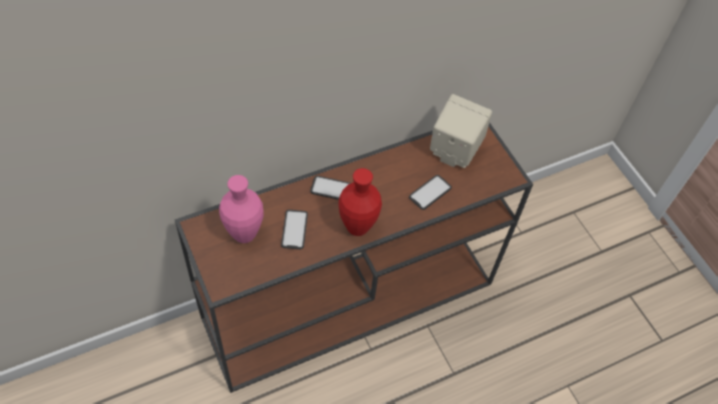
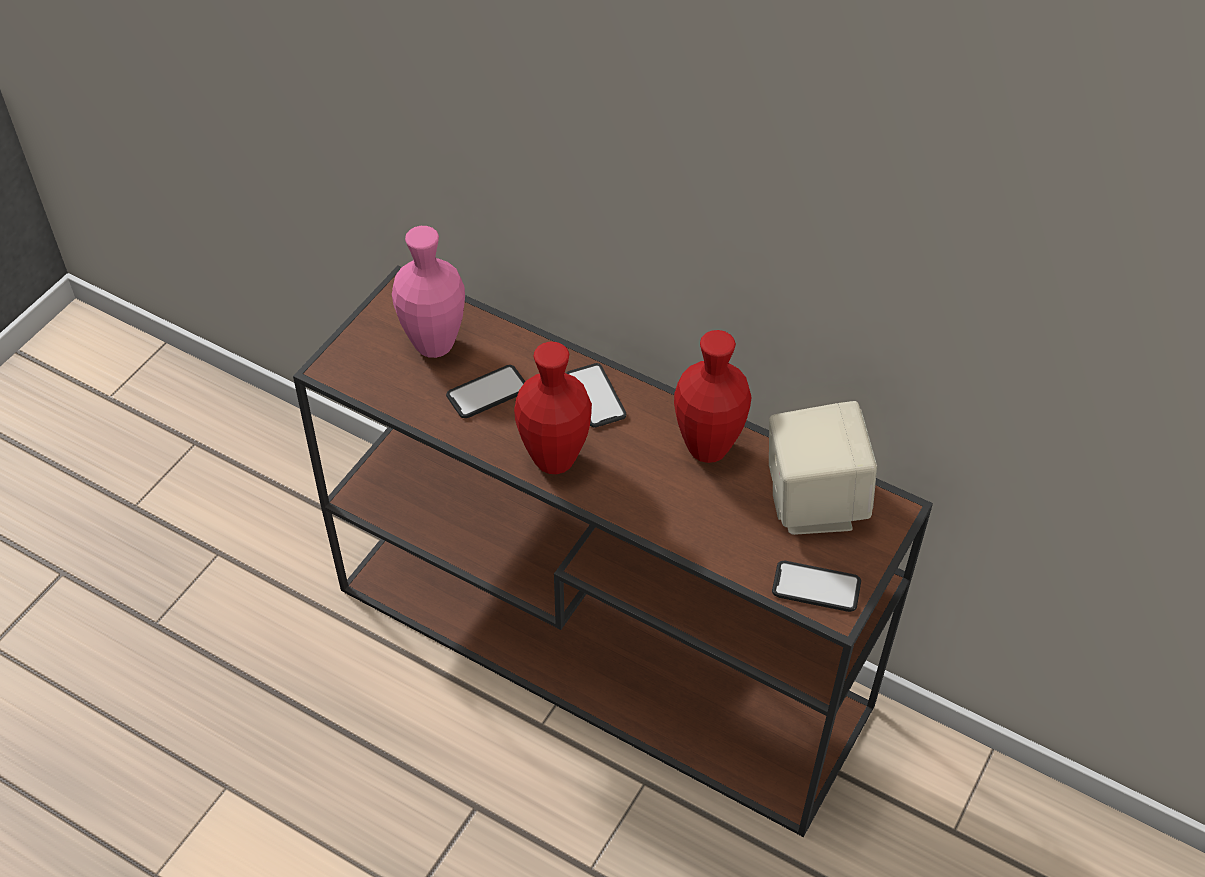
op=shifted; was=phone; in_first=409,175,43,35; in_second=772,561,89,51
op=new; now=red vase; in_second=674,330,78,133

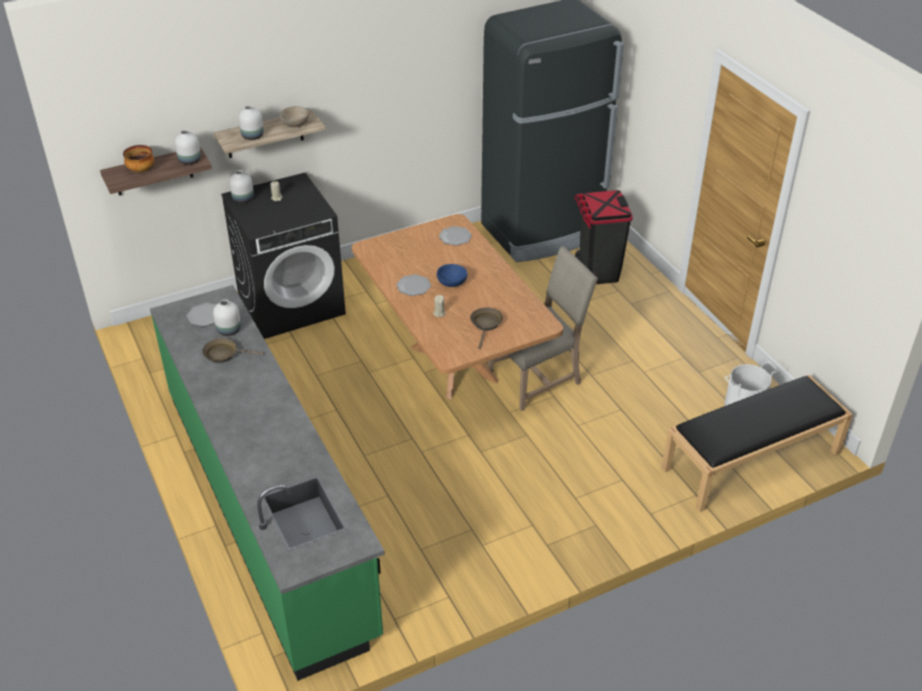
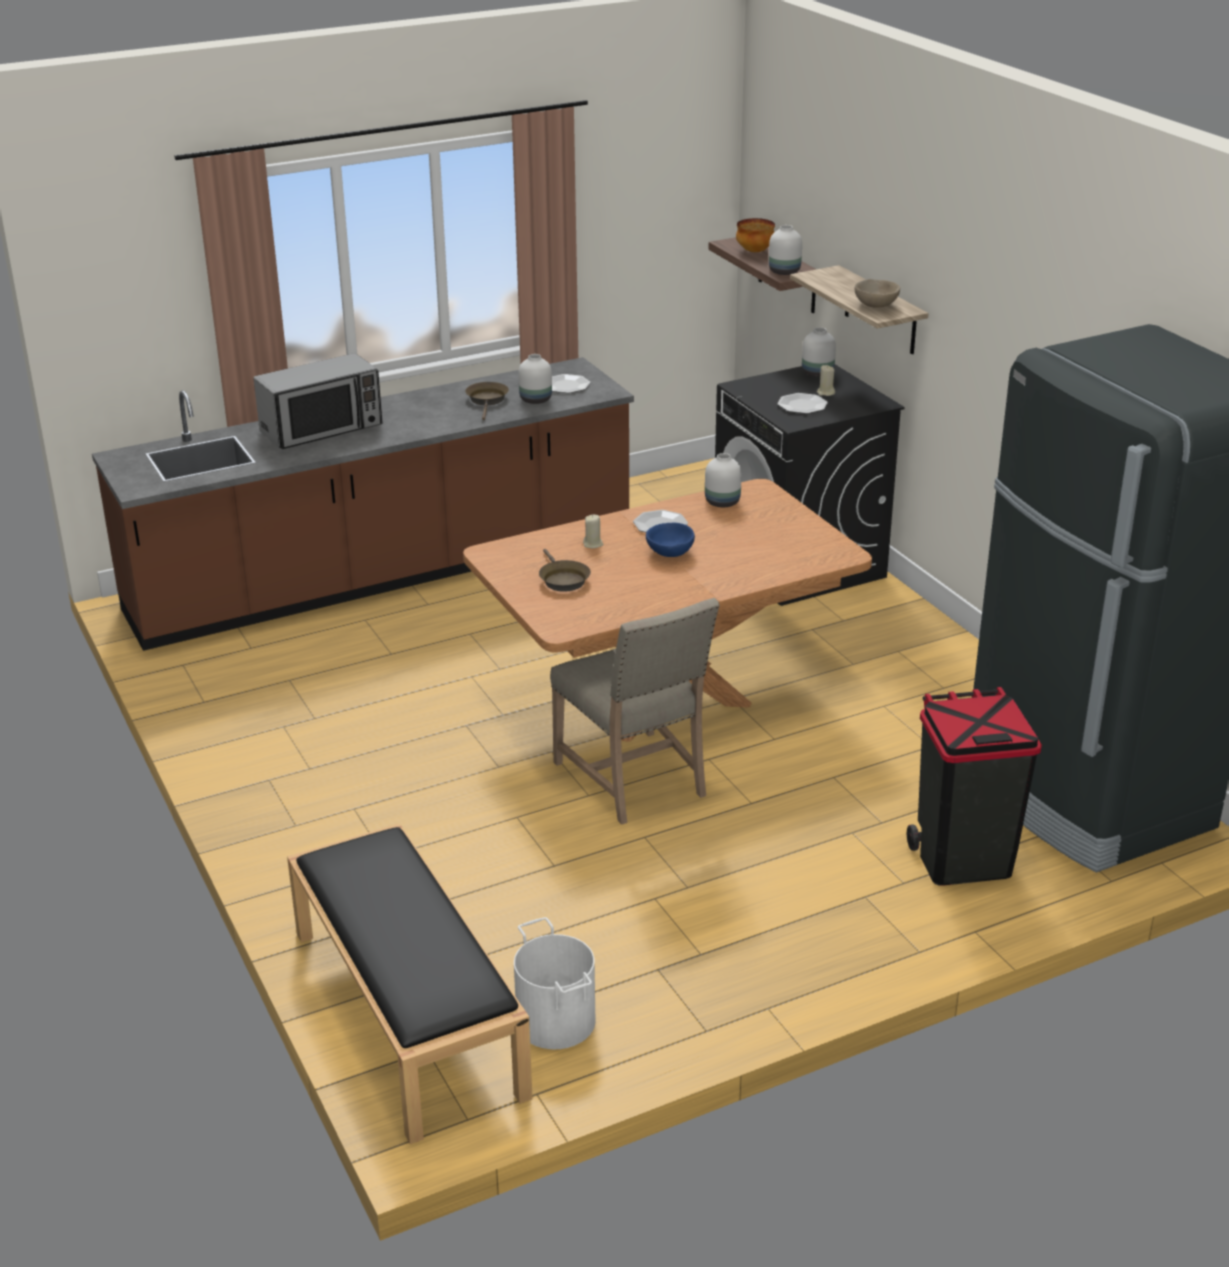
op=shifted; was=white vase; in_first=239,105,25,35; in_second=705,453,37,54
op=shifted; was=dinner plate; in_first=439,226,33,20; in_second=777,393,51,21
op=repainted; was=green counter; now=brown counter; in_first=150,285,235,396; in_second=92,357,542,294
op=rotated; was=brown pan; in_first=470,307,33,42; in_second=539,549,52,43; clockwise=60
op=new; now=microwave; in_second=253,353,130,96

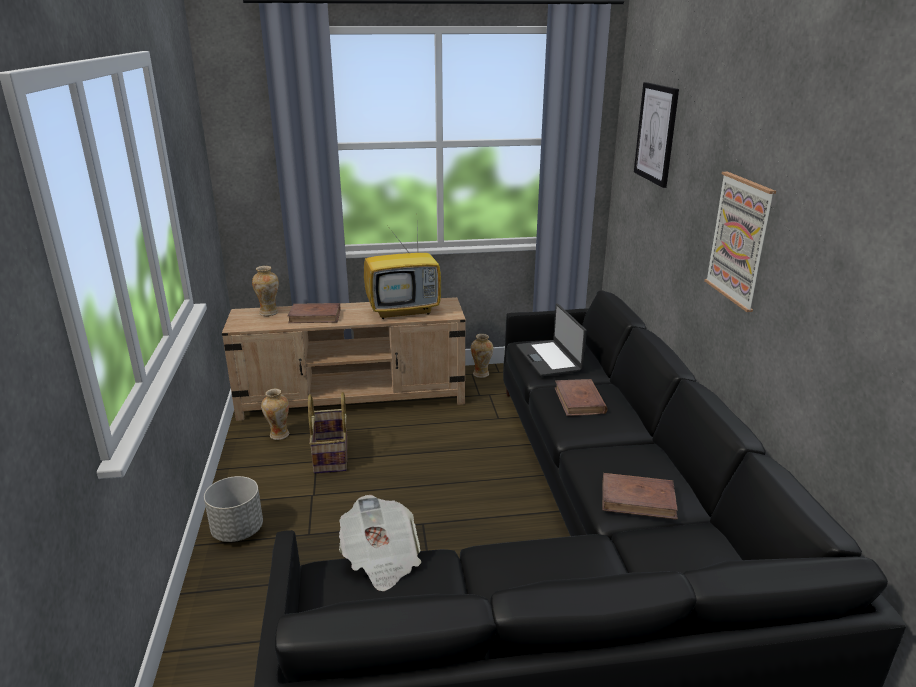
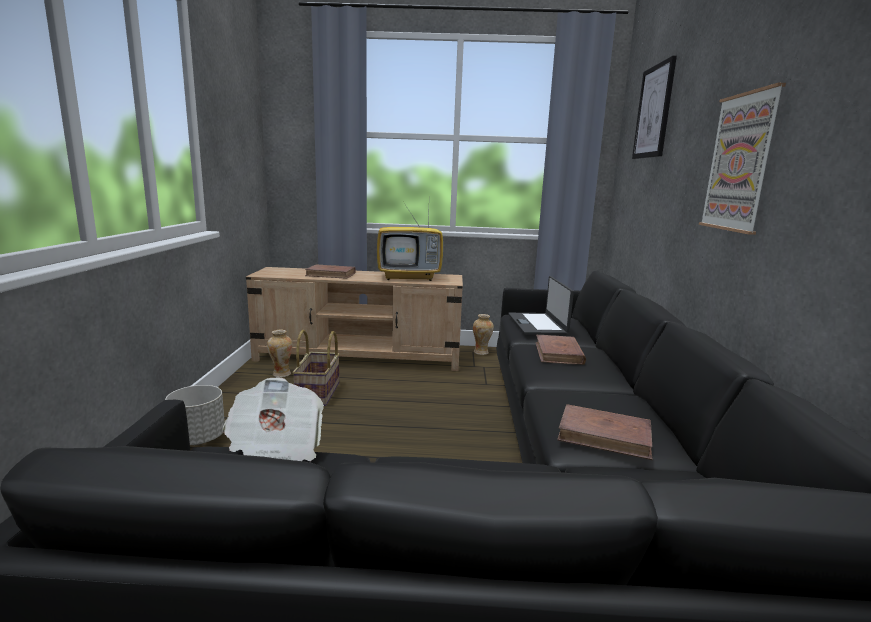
op=gone; was=vase; in_first=252,266,27,50

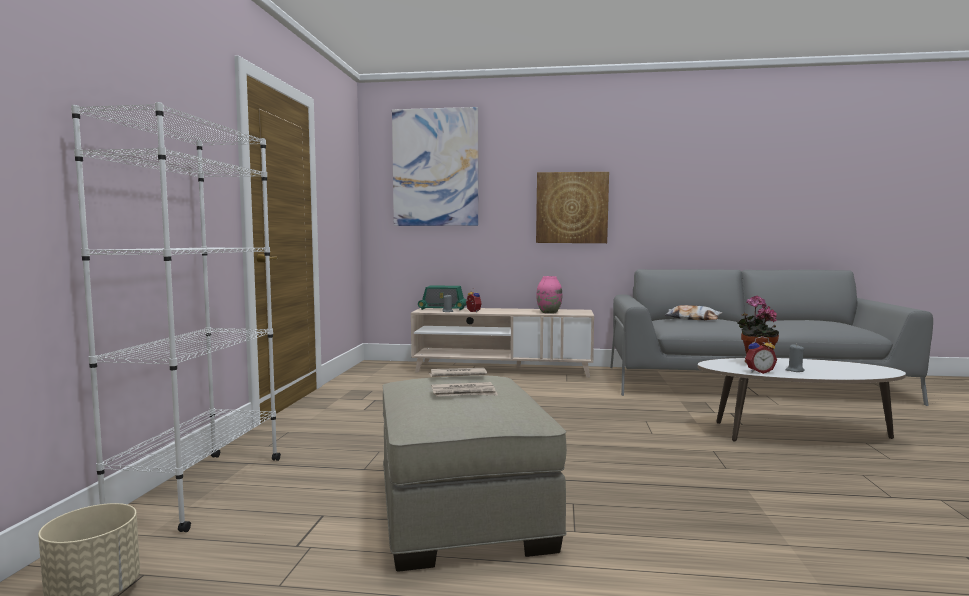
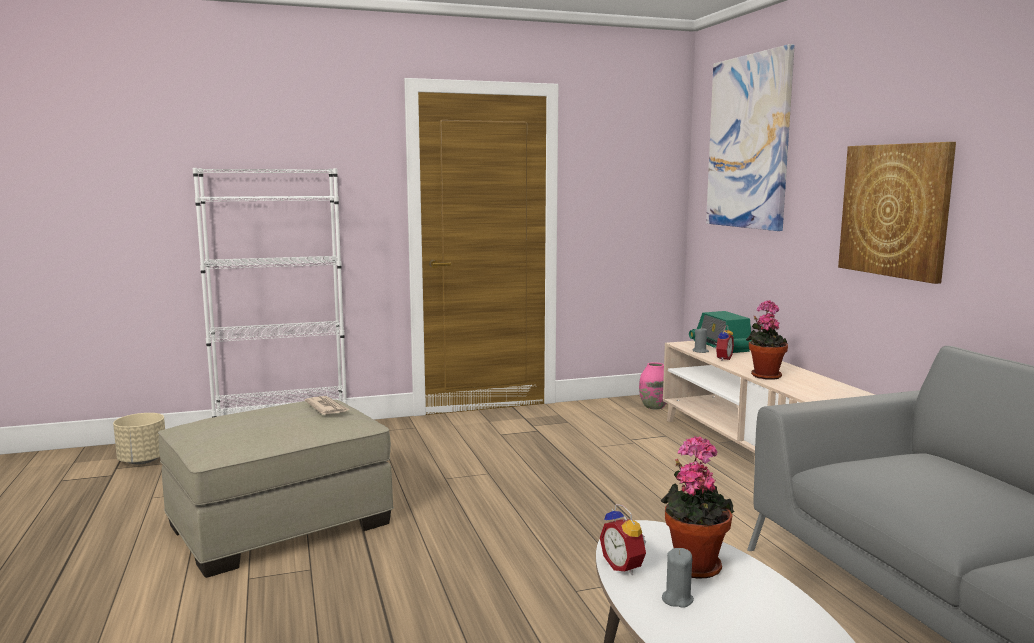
op=shifted; was=pinkish vase; in_first=536,276,26,38; in_second=639,362,27,48
op=gone; was=pillow; in_first=664,305,58,15
op=gone; was=newspaper; in_first=431,382,67,14
op=new; now=houseplant; in_second=746,300,42,80

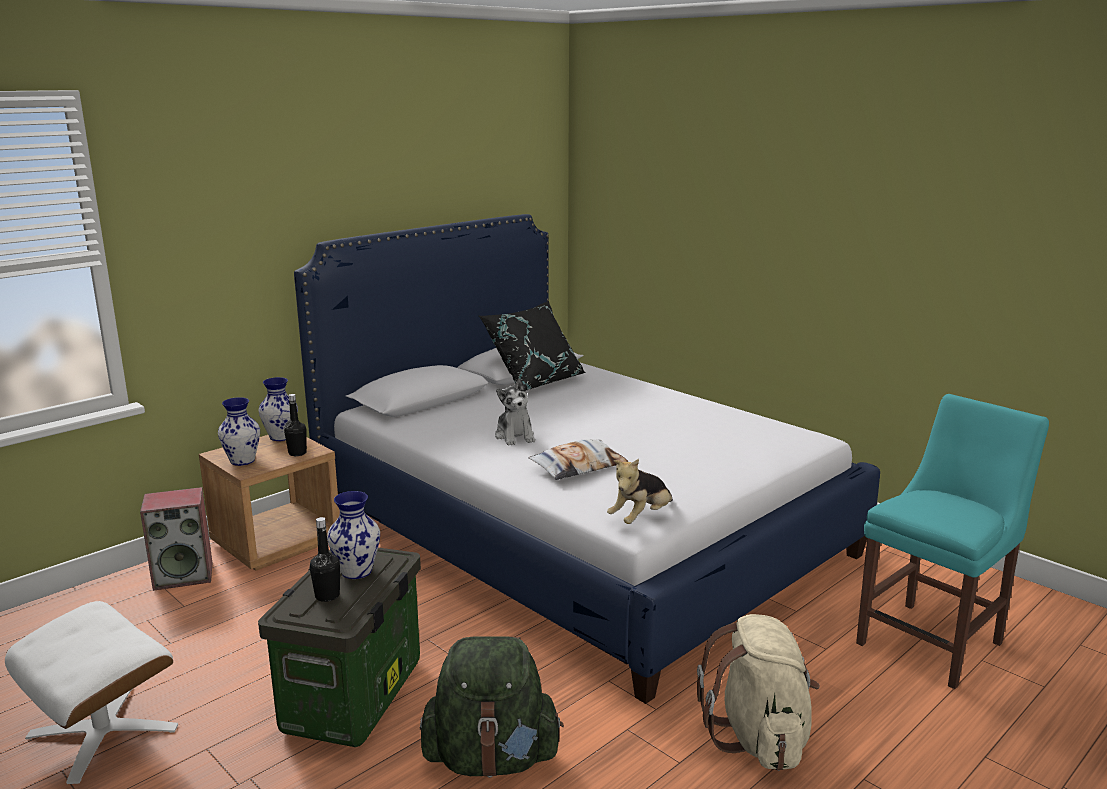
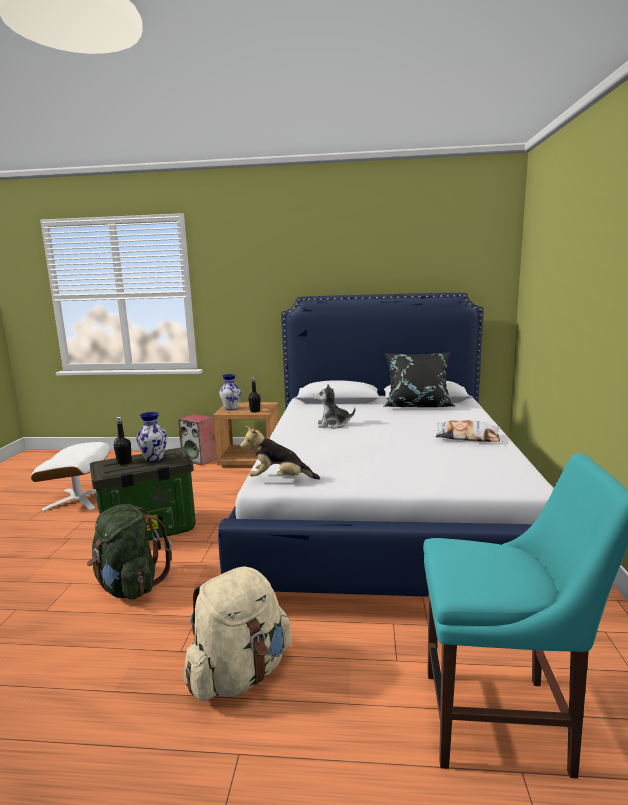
op=gone; was=vase; in_first=258,377,40,64
op=rotated; was=plush toy; in_first=495,378,40,68; in_second=314,384,41,45; clockwise=60
op=shifted; was=pillow; in_first=528,439,100,41; in_second=435,420,65,22

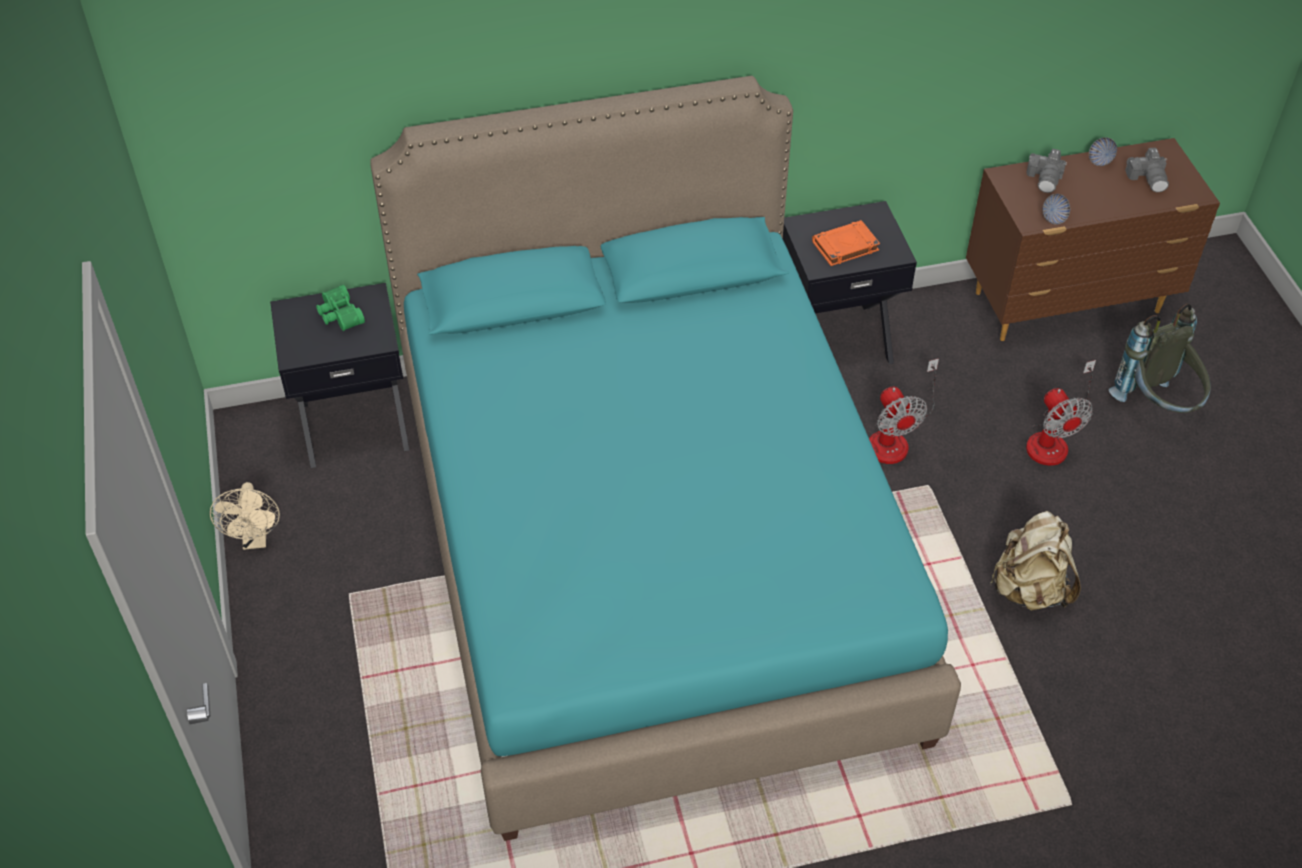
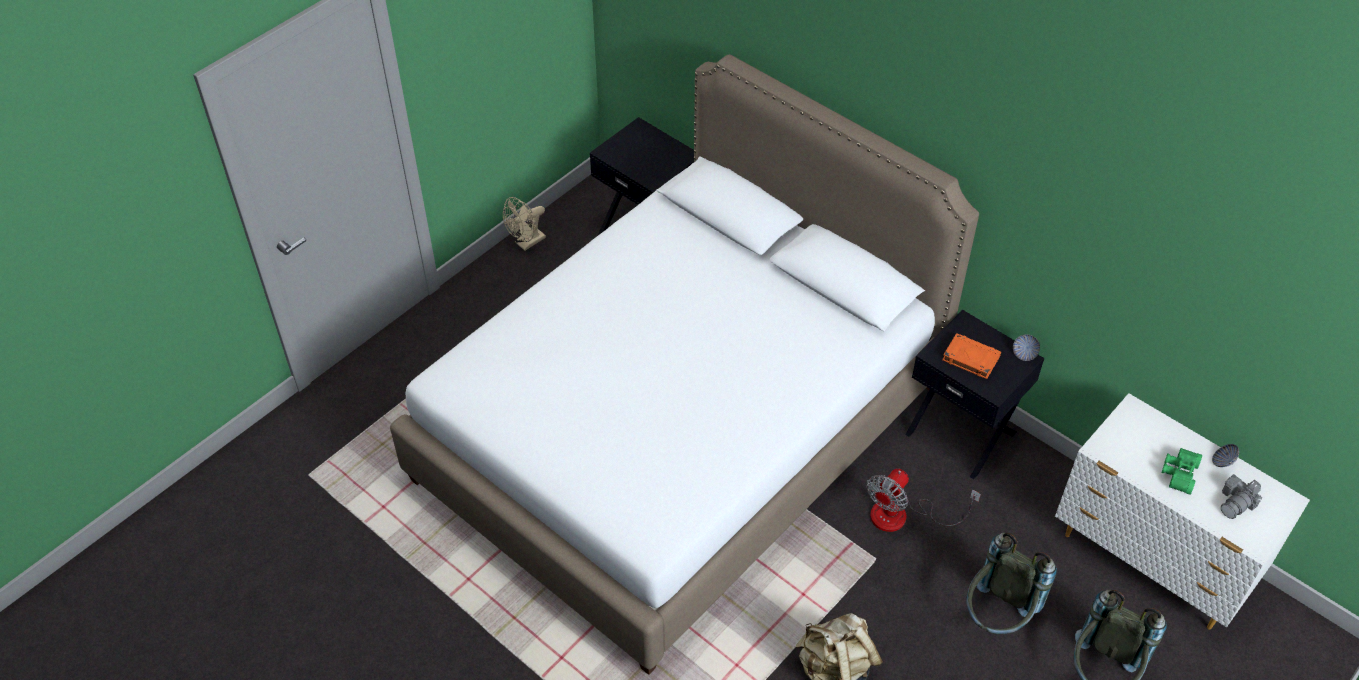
op=repainted; was=turquoise bed; now=white bed; in_first=370,76,591,765; in_second=390,54,589,621
op=repainted; was=brown dresser; now=white dresser; in_first=966,138,254,203; in_second=1055,393,255,237
op=gone; was=still camera; in_first=1027,149,40,44
op=shifted; was=deep dish; in_first=1042,194,28,31; in_second=1013,334,27,27
op=shifted; was=green field glasses; in_first=316,285,49,46; in_second=1162,448,40,47
op=swapped; was=fan; now=greyish rucksack; in_first=1026,360,70,106; in_second=966,533,91,101

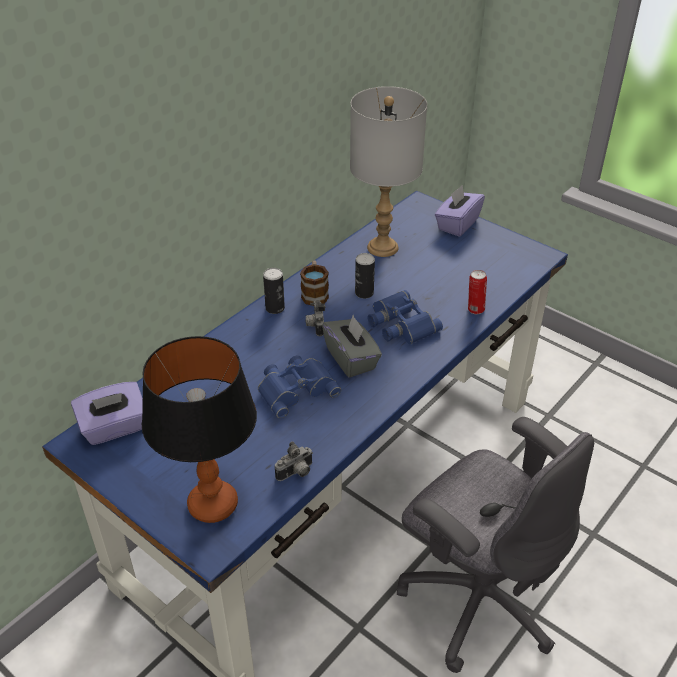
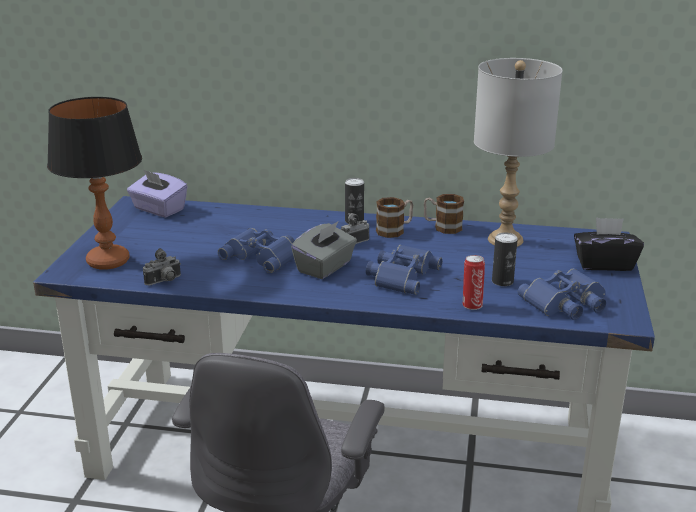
op=repainted; was=purple tissue box; now=black-coloured tissue box; in_first=435,185,50,52; in_second=574,217,70,54
op=shifted; was=sealed can; in_first=355,253,20,46; in_second=492,232,26,54
op=rotated; was=still camera; in_first=275,441,38,40; in_second=143,248,38,37; clockwise=-60
op=new; now=coffee mug; in_second=424,194,40,40
op=new; now=blue field glasses; in_second=518,268,88,52

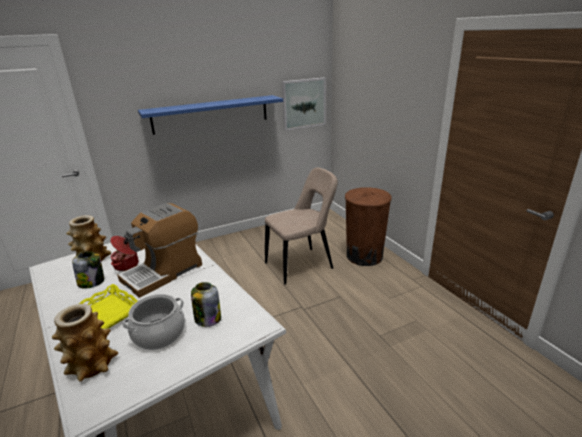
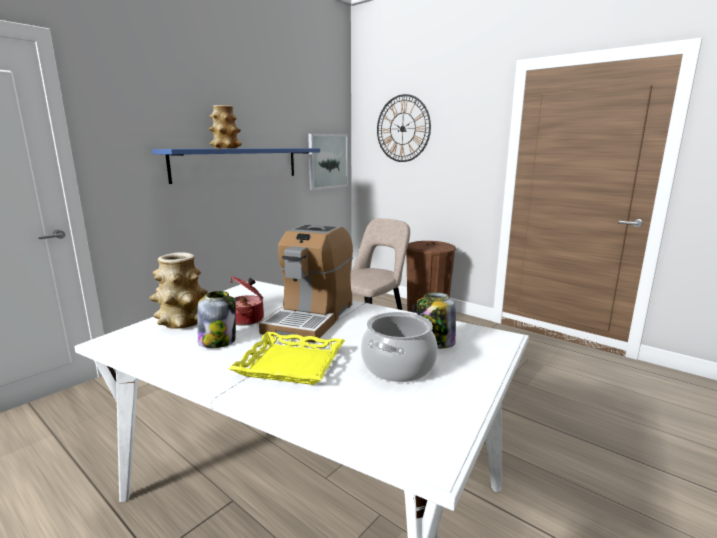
op=shifted; was=vase; in_first=52,304,66,78; in_second=209,105,33,44
op=new; now=clock on the wall; in_second=377,94,54,68

